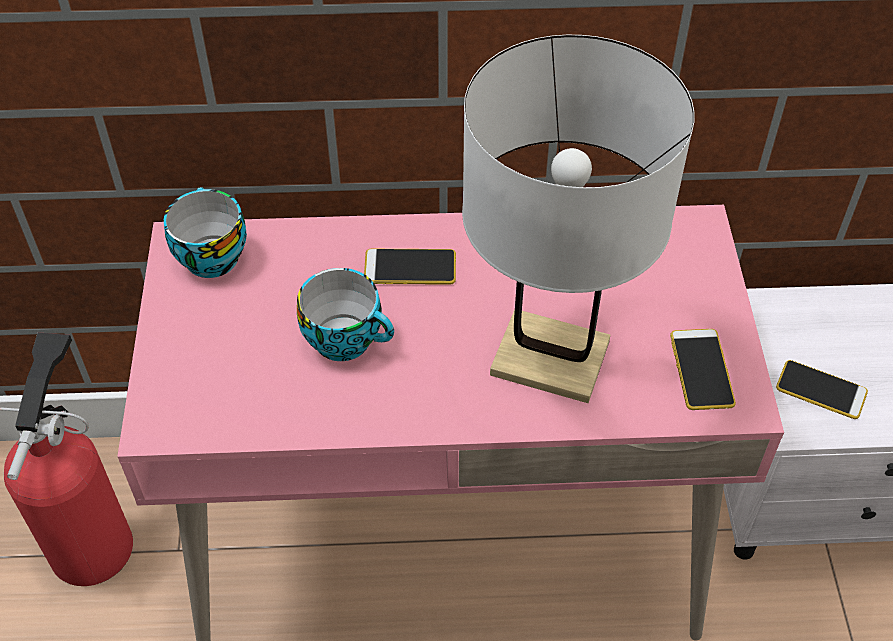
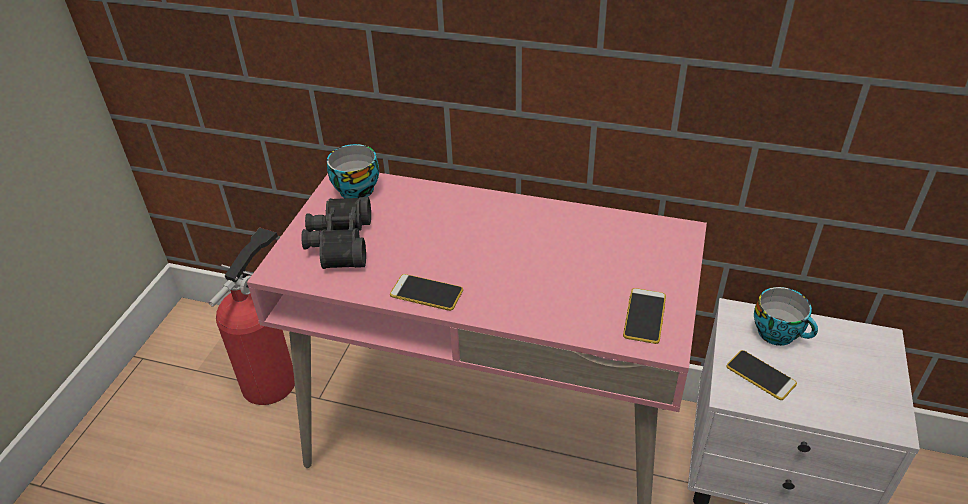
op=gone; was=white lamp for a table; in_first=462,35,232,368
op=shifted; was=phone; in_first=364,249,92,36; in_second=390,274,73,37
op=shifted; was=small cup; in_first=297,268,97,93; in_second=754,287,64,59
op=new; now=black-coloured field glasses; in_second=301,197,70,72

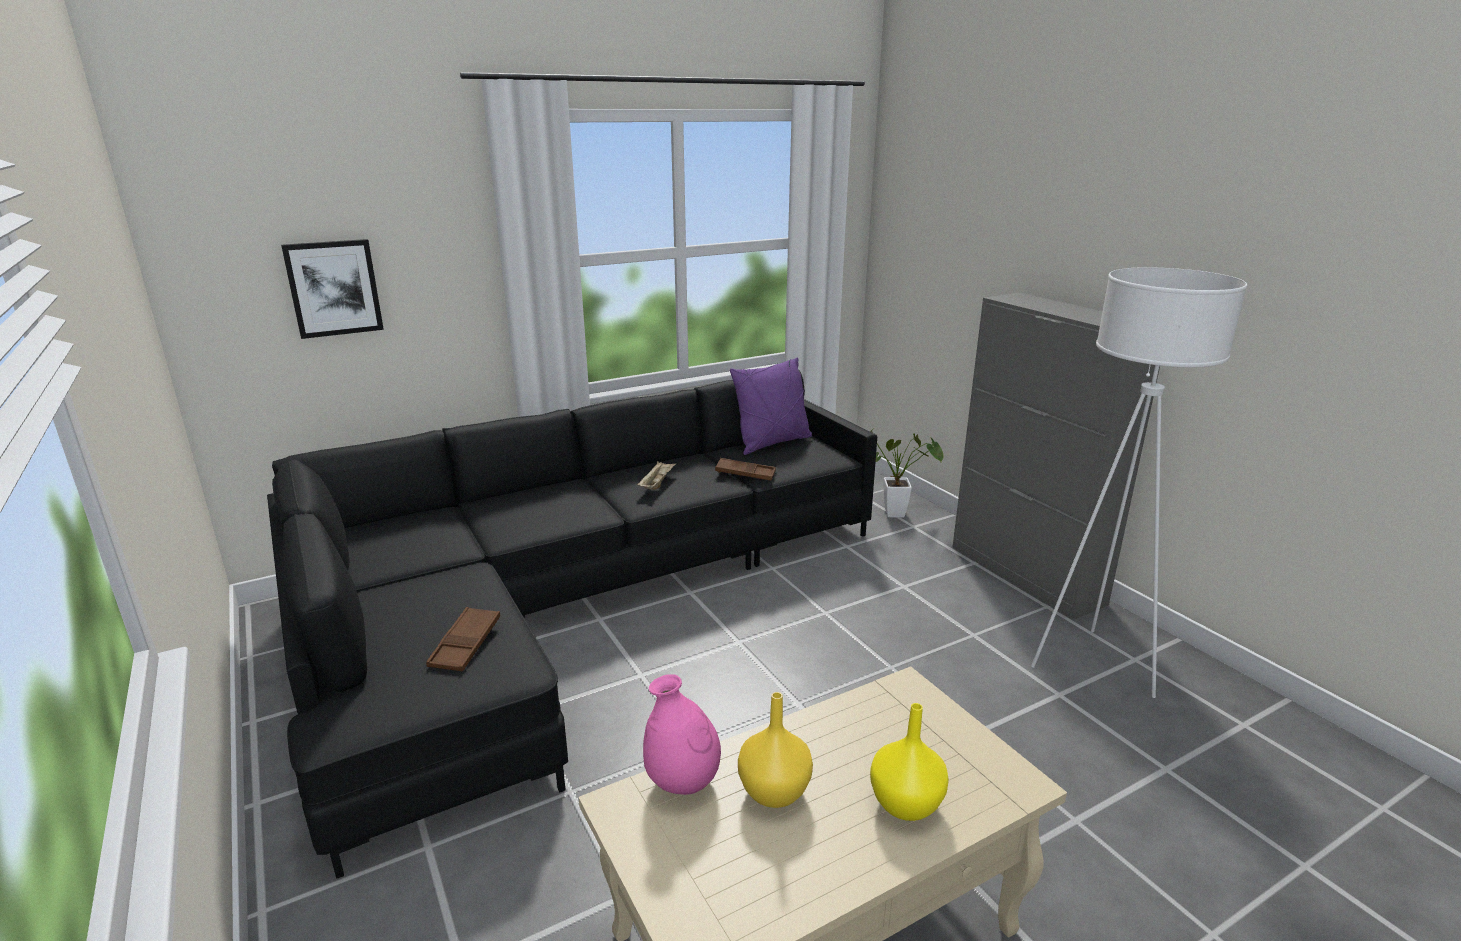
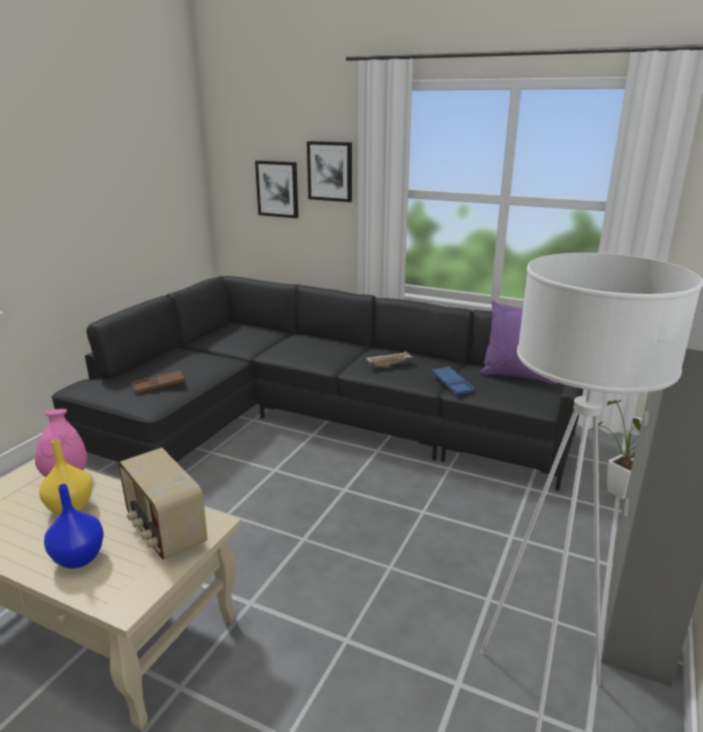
op=repainted; was=brown tray; now=blue tray; in_first=715,458,61,23; in_second=431,366,44,29
op=repainted; was=yellowish vase; now=blue vase; in_first=870,703,79,118; in_second=44,484,60,85
op=new; now=picture; in_second=307,141,45,61
op=new; now=radio receiver; in_second=118,448,90,112

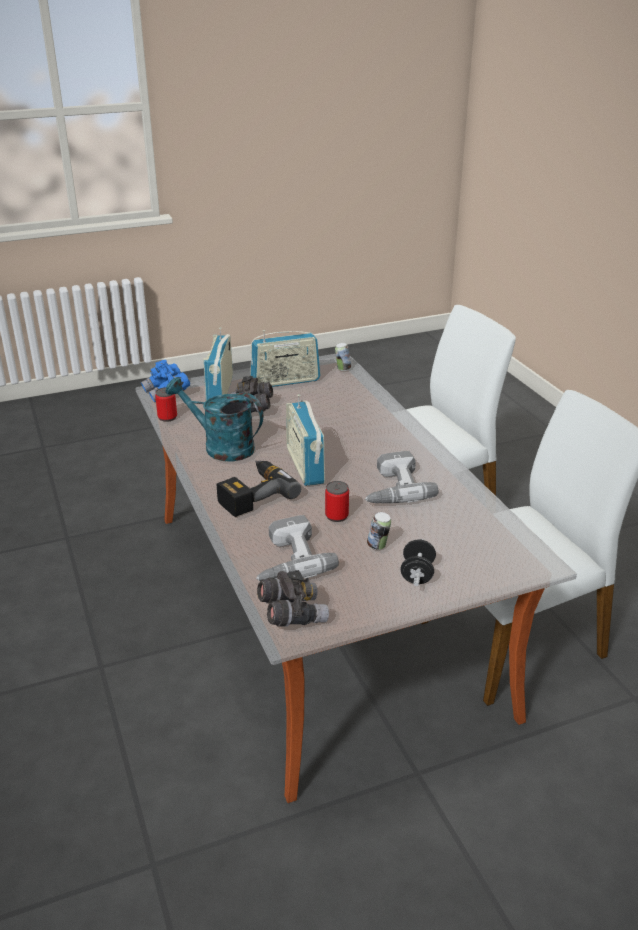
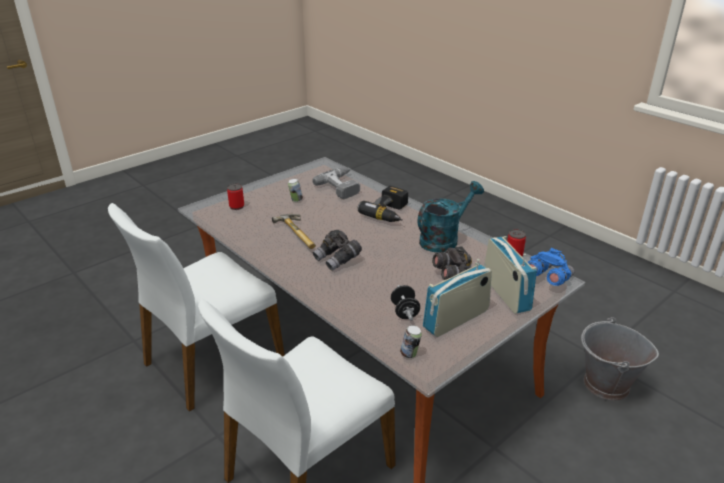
op=rotated; was=turquoise sprinkling can; in_first=166,377,97,85; in_second=418,181,66,71; clockwise=-45
op=gone; was=radio receiver; in_first=286,394,39,92
op=swapped; was=electric drill; now=hammer; in_first=365,451,73,52; in_second=272,214,44,35
op=shifted; was=sealed can; in_first=325,481,24,41; in_second=227,183,17,27
op=shifted; was=black-coloured hand weight; in_first=401,539,35,47; in_second=391,285,29,36
op=shifted; was=greyish field glasses; in_first=257,570,72,57; in_second=313,230,49,41
op=new; now=greyish bucket; in_second=581,317,78,84

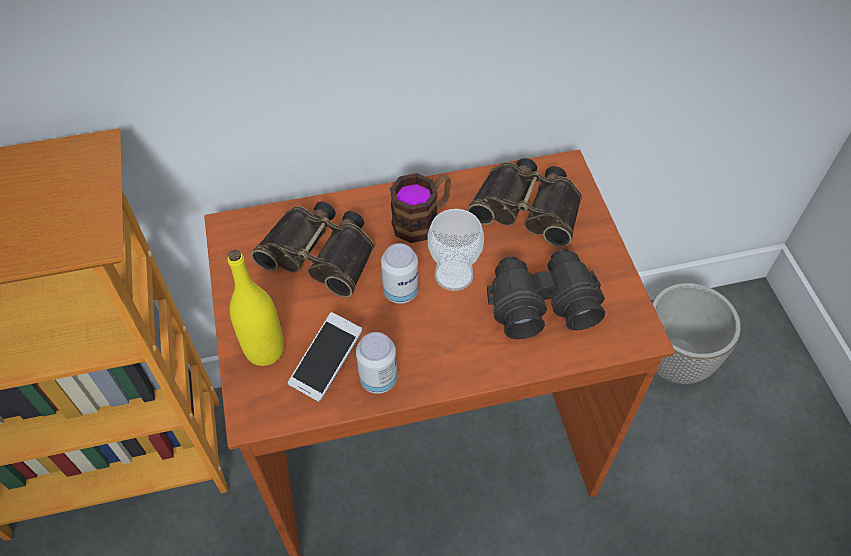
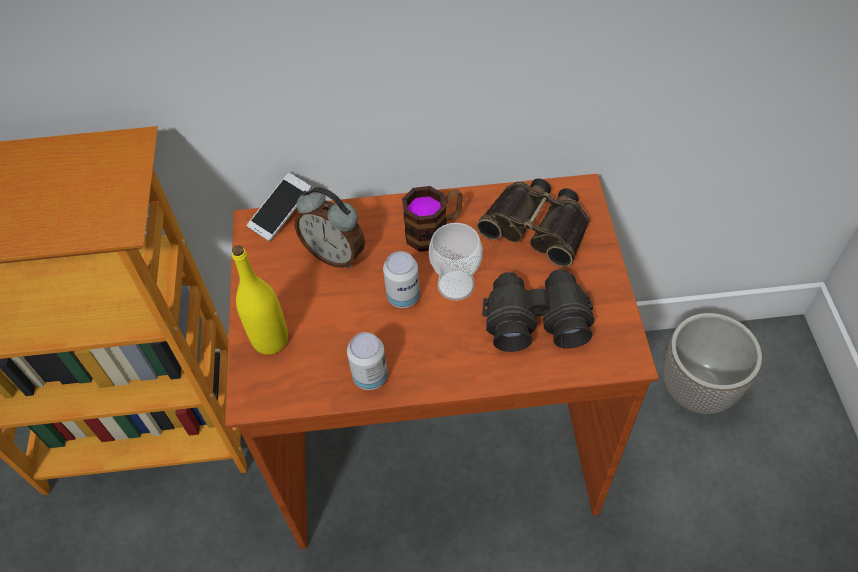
op=swapped; was=field glasses; now=table clock; in_first=251,201,123,97; in_second=295,187,70,81
op=shifted; was=phone; in_first=288,312,75,90; in_second=247,173,65,68

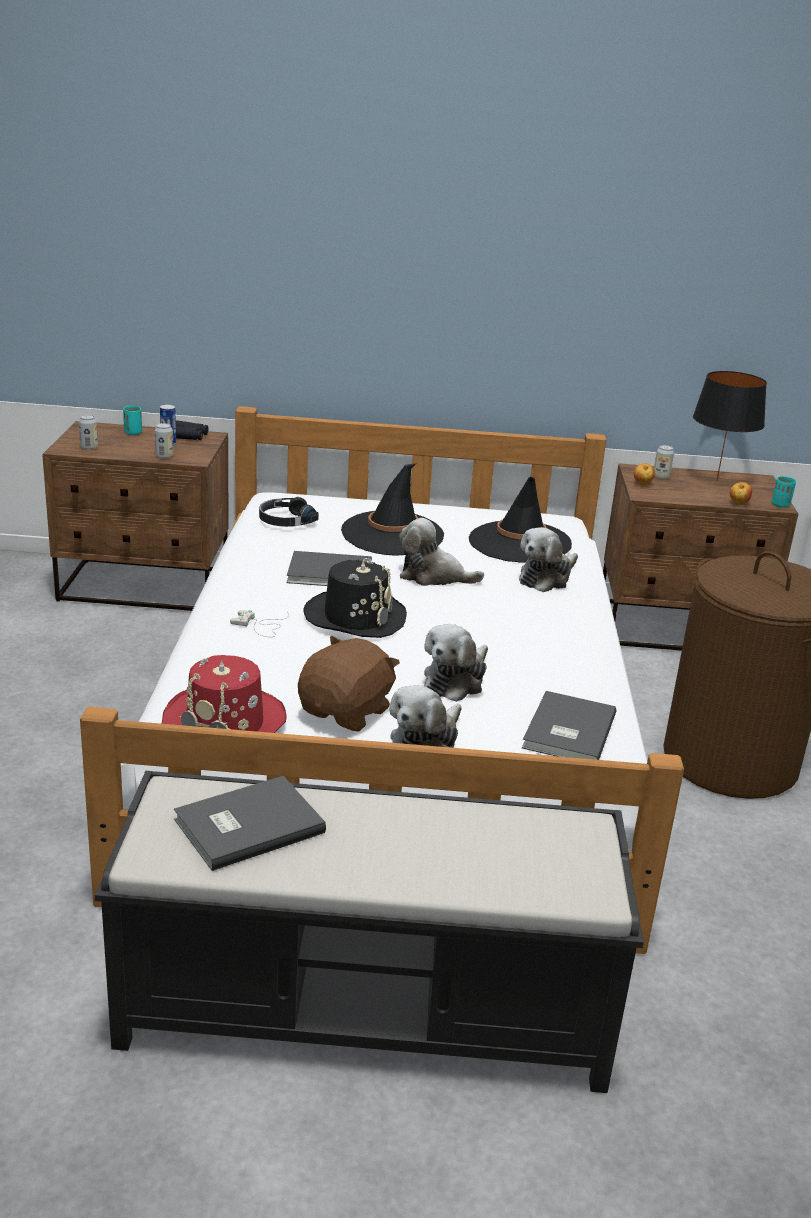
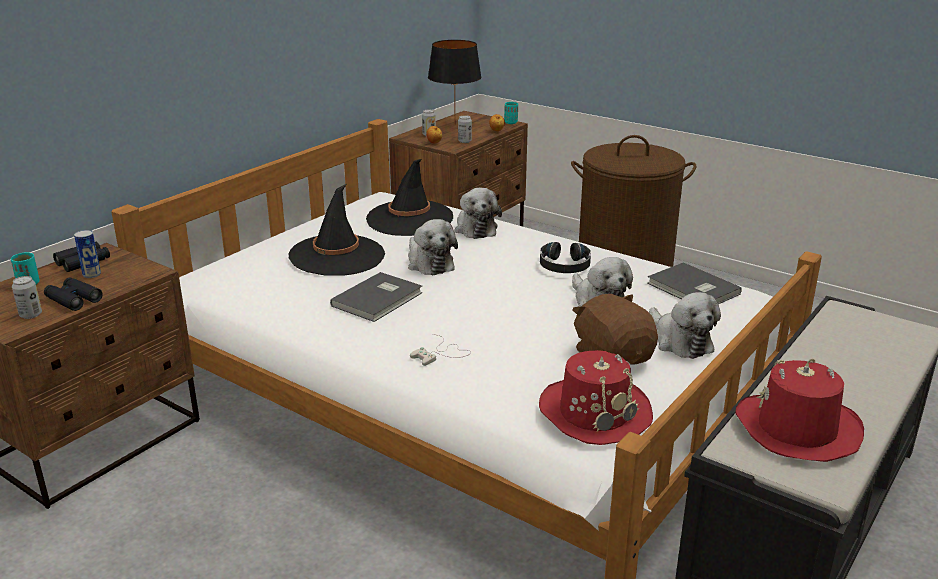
op=shifted; was=sealed can; in_first=155,423,18,36; in_second=458,115,14,28
op=shifted; was=black-coloured headphones; in_first=259,497,60,30; in_second=540,242,51,31
op=rotated; was=plush toy; in_first=399,518,85,68; in_second=408,219,50,56; clockwise=-75
op=gone; was=black-coloured clothing hat; in_first=303,558,104,80
op=swapped; was=greyish volume; now=red clothing hat; in_first=174,776,152,95; in_second=736,359,128,103
op=new; now=black-coloured field glasses; in_second=44,277,59,34

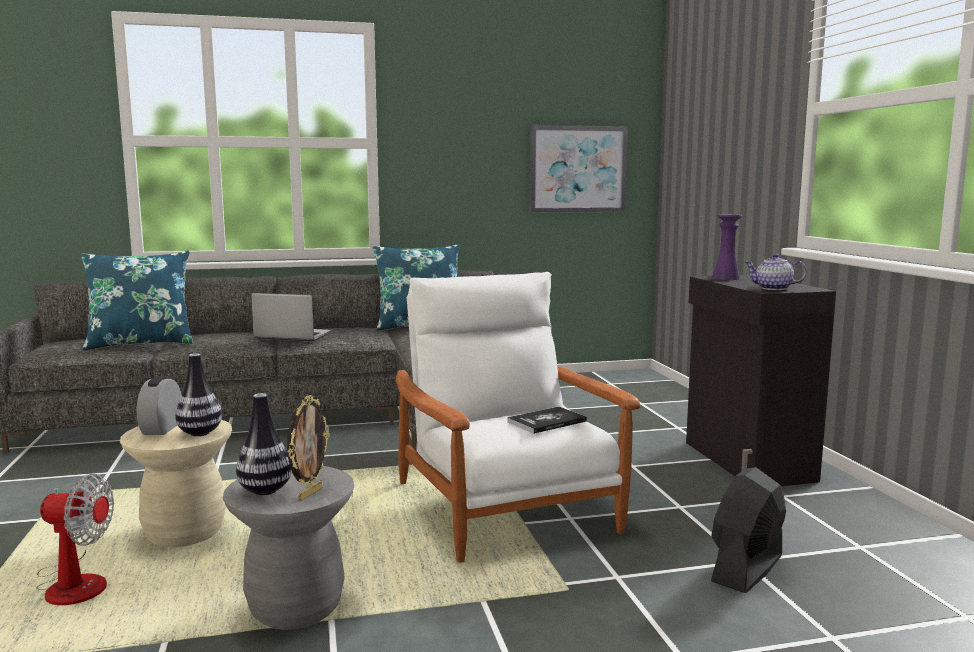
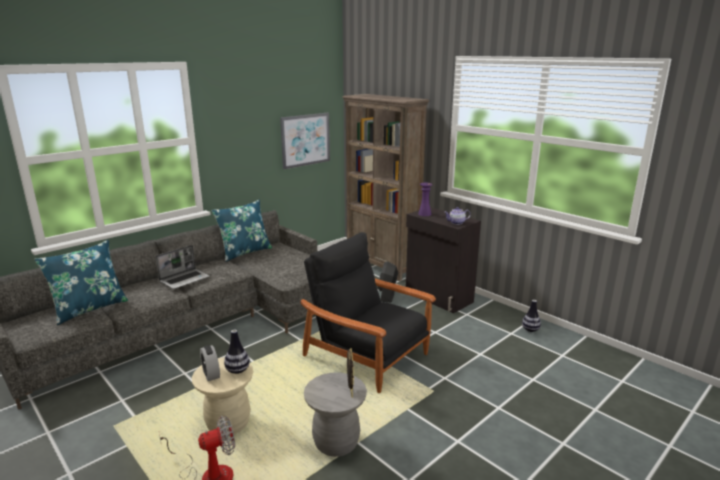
op=repainted; was=white easy chair; now=black-coloured easy chair; in_first=396,272,244,291; in_second=301,232,135,161
op=rotated; was=laptop; in_first=251,293,81,48; in_second=155,245,55,44; clockwise=150
op=shifted; was=vase; in_first=236,393,56,102; in_second=522,300,19,32
op=gone; was=volume; in_first=507,407,80,27
op=shifted; was=black-coloured fan; in_first=711,467,75,126; in_second=378,261,20,41
op=new; now=brown bookshelf; in_second=342,94,87,187

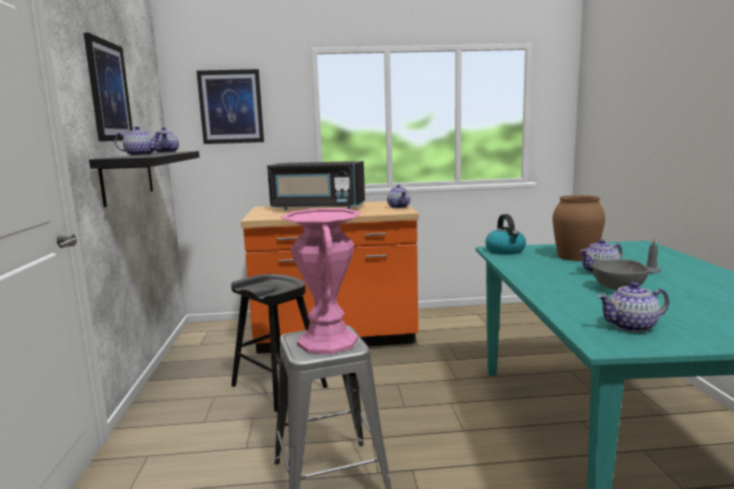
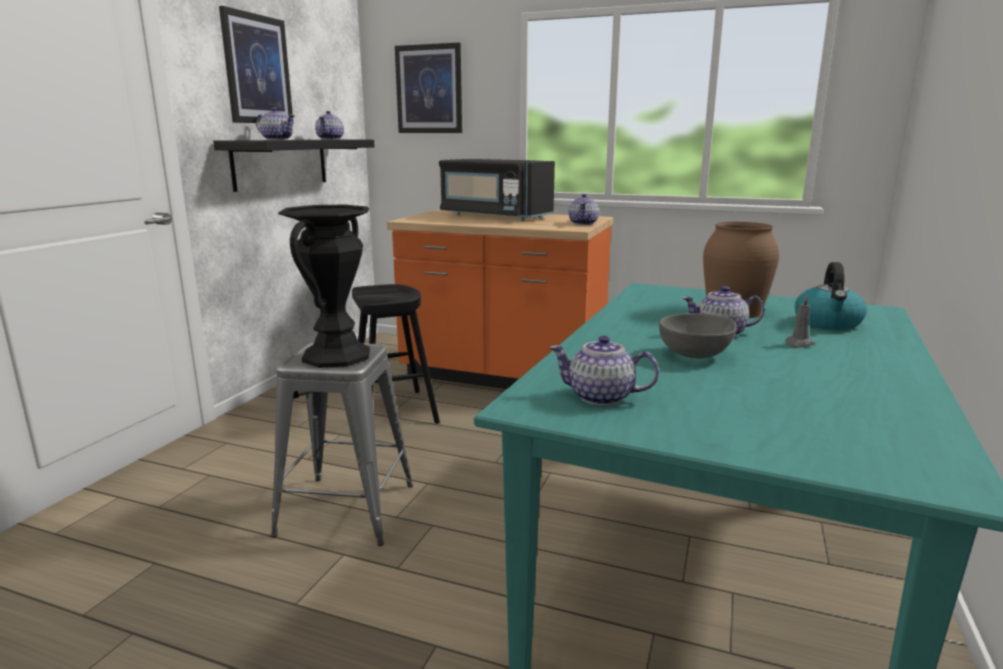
op=repainted; was=pinkish vase; now=black-coloured vase; in_first=281,208,80,146; in_second=278,205,92,163
op=shifted; was=water kettle; in_first=485,214,41,41; in_second=795,262,72,68

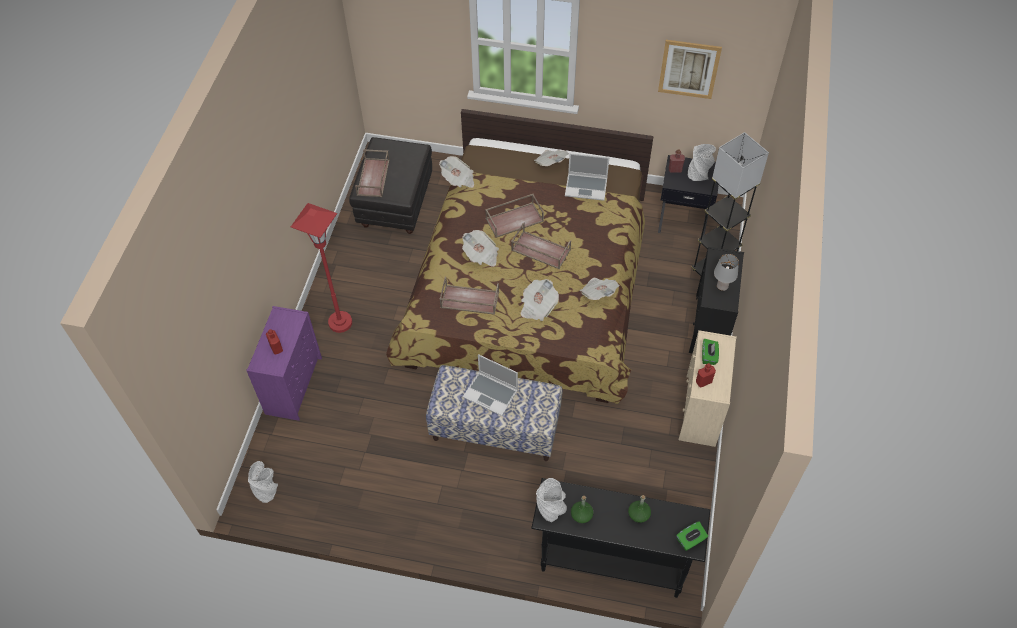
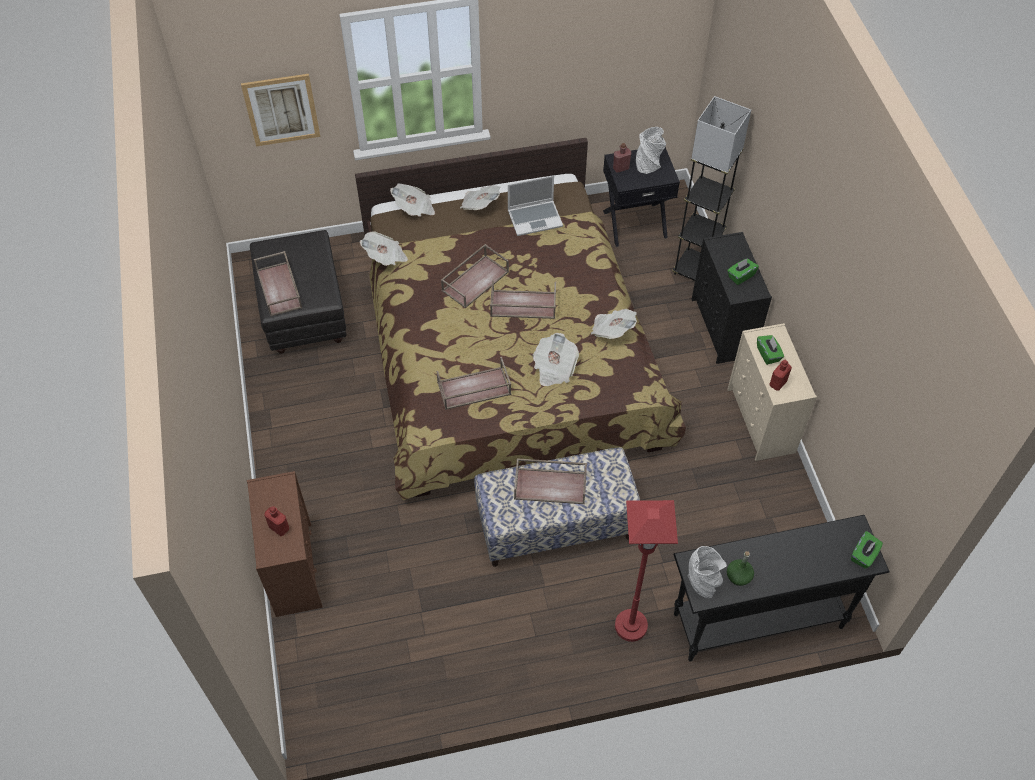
op=shifted; was=picture; in_first=658,40,64,59; in_second=241,74,79,72
op=shifted; was=red standard lamp; in_first=291,203,61,130; in_second=615,500,63,142
op=shifted; was=newspaper; in_first=462,230,37,37; in_second=390,184,45,33
op=swapped; was=greyish lamp for a table; now=green tissue box; in_first=714,254,25,37; in_second=727,259,32,26
op=repainted; was=purple dresser; now=brown dresser; in_first=246,306,76,115; in_second=247,471,76,146
op=swapped; was=laptop; now=brown tray; in_first=463,354,55,62; in_second=514,458,73,46
op=gone; was=greyish vase; in_first=248,461,30,42
op=gone; was=green beverage bottle; in_first=628,495,23,28

